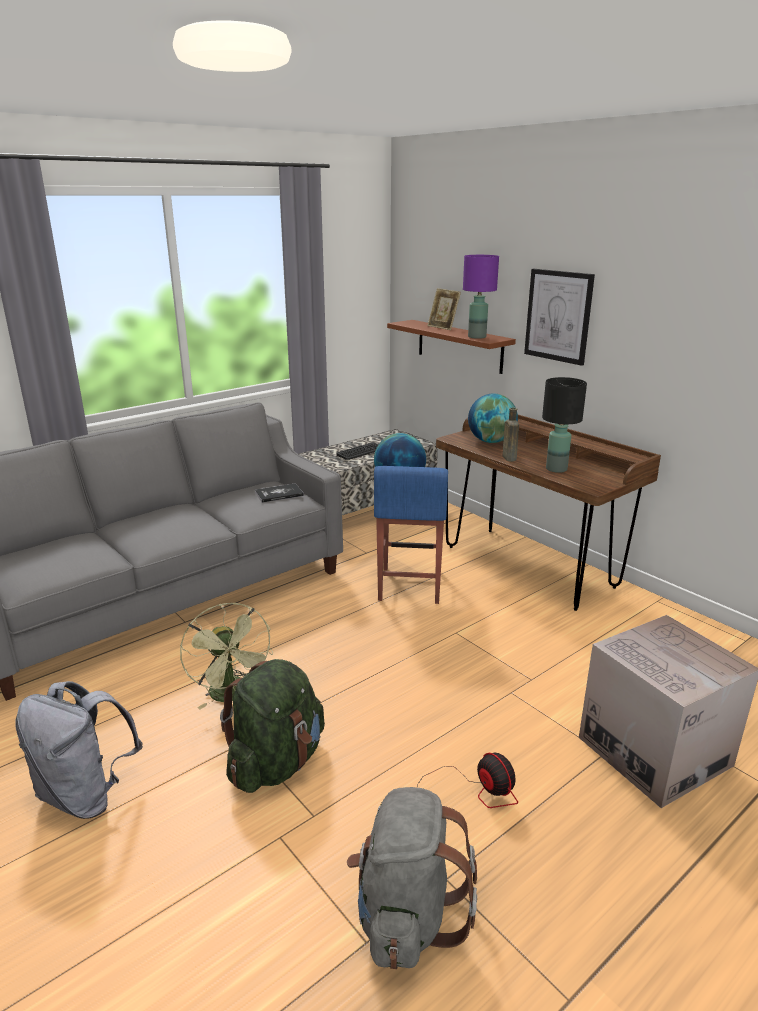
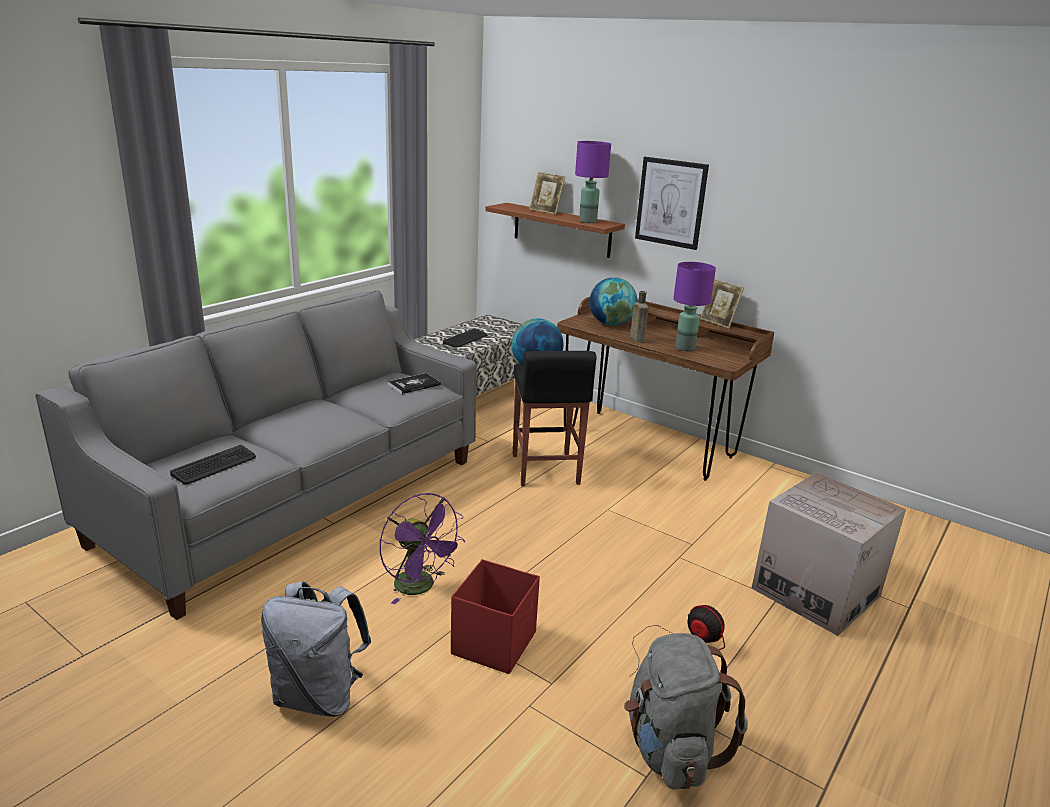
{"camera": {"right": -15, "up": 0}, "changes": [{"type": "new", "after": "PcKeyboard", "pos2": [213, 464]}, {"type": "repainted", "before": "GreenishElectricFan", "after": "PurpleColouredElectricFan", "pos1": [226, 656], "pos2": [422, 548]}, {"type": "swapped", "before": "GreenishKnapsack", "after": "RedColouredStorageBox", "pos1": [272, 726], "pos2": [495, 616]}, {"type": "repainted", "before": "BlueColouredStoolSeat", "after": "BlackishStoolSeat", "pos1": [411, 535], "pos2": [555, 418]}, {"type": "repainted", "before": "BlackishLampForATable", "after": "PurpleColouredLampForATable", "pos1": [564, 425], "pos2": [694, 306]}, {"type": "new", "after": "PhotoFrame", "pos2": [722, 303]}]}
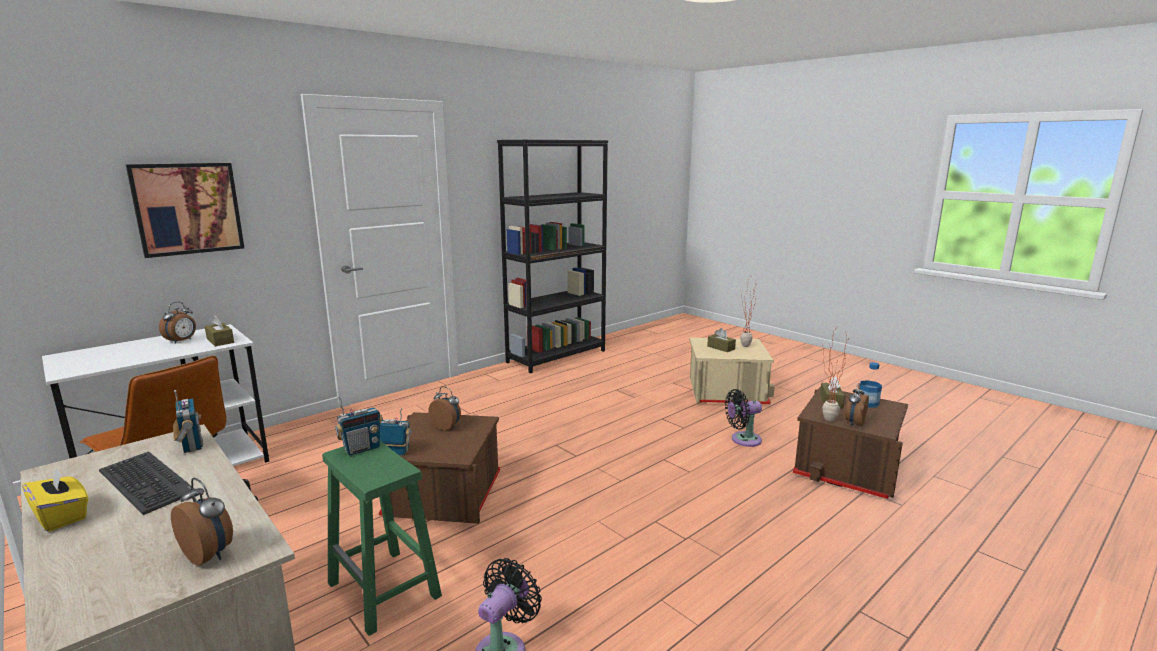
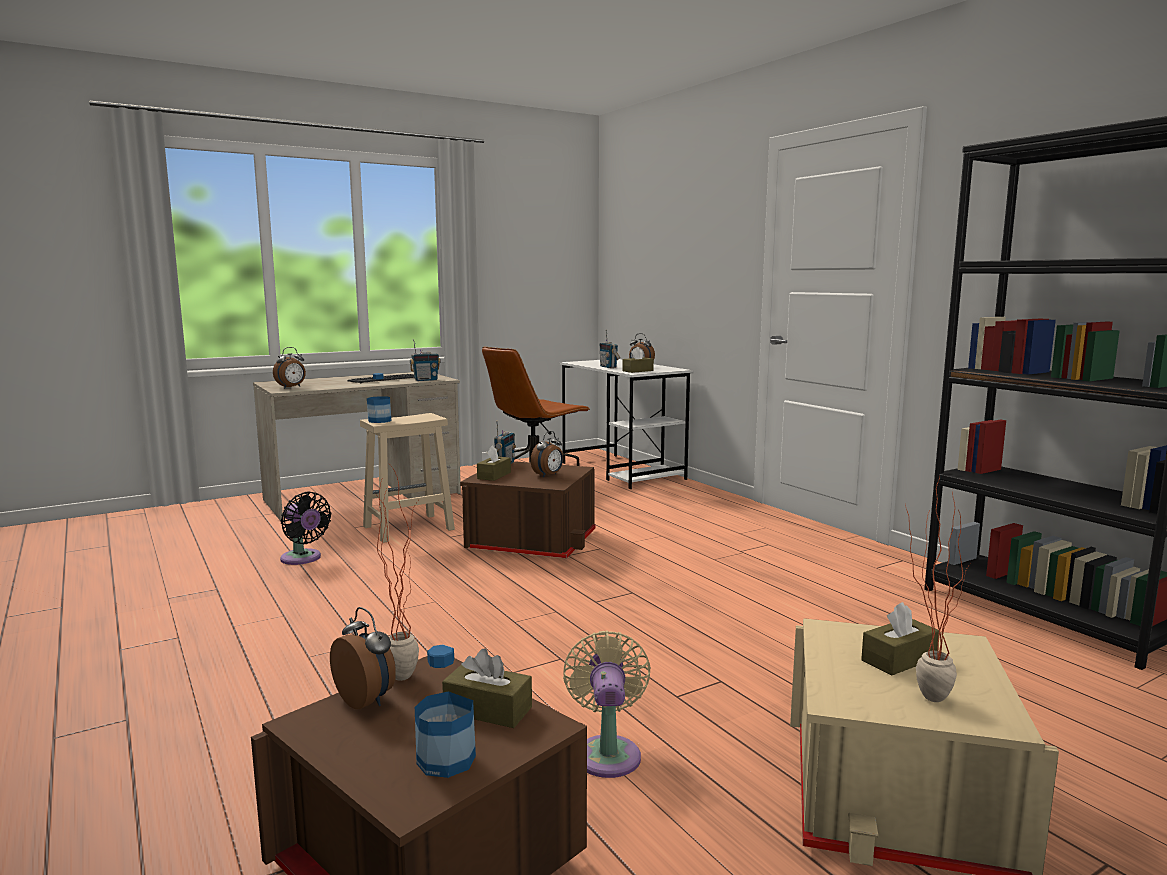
{"camera": {"right": 100, "up": -5}, "changes": [{"type": "repainted", "before": "GreenishStoolSeat", "after": "BeigeStoolSeat", "pos1": [382, 538], "pos2": [407, 478]}, {"type": "new", "after": "DrinkBottle", "pos2": [379, 398]}, {"type": "new", "after": "BrownBoxOfTissues", "pos2": [494, 463]}, {"type": "repainted", "before": "BlackishElectricFan", "after": "BeigeElectricFan", "pos1": [743, 418], "pos2": [607, 704]}, {"type": "shifted", "before": "RadioSet", "pos1": [359, 426], "pos2": [610, 349]}, {"type": "gone", "before": "YellowBoxOfTissues", "pos1": [55, 498]}, {"type": "gone", "before": "WallArt", "pos1": [185, 210]}]}
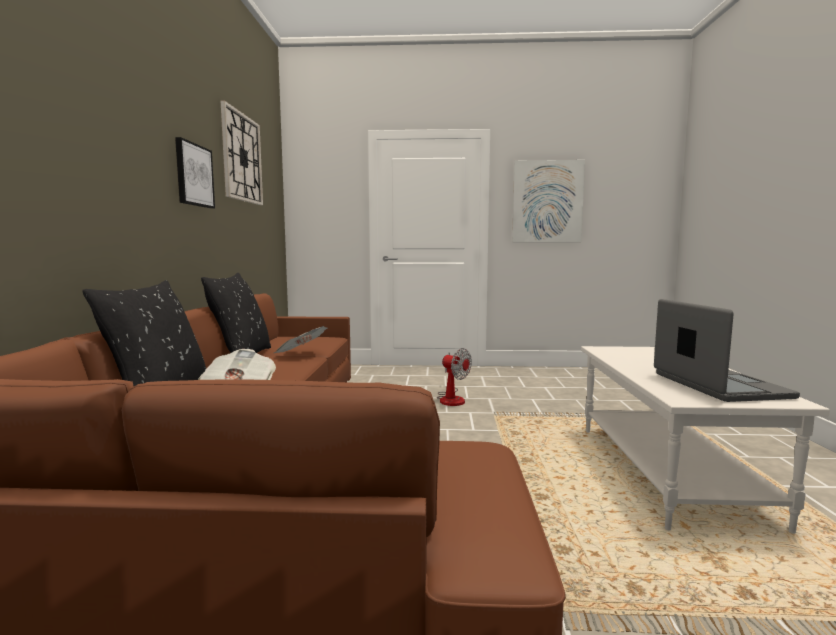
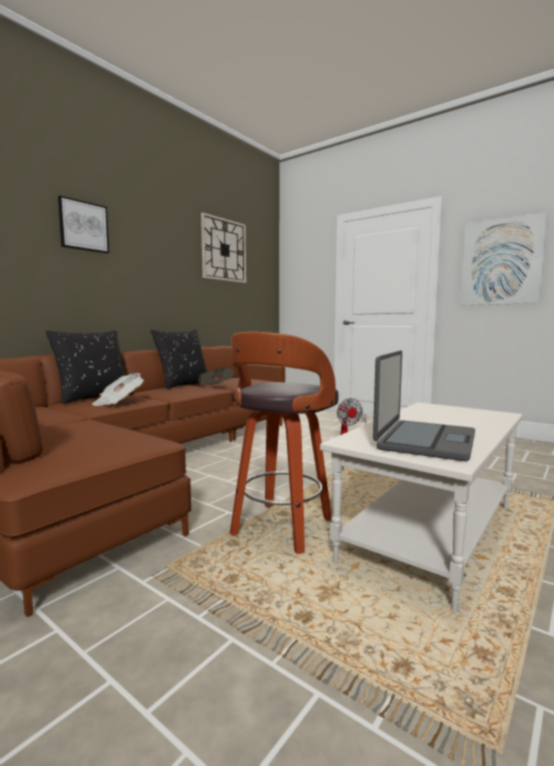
{"camera": {"right": 35, "up": 0}, "changes": [{"type": "shifted", "before": "WallArt", "pos1": [195, 172], "pos2": [83, 224]}, {"type": "new", "after": "StoolSeat", "pos2": [284, 443]}]}
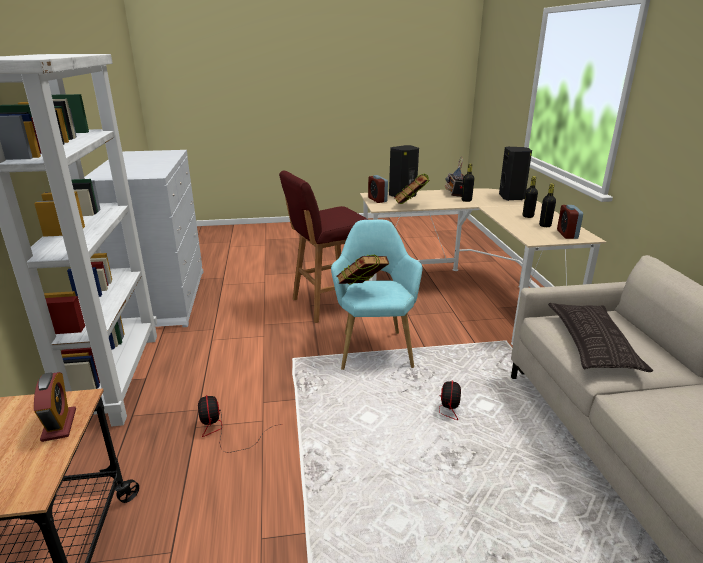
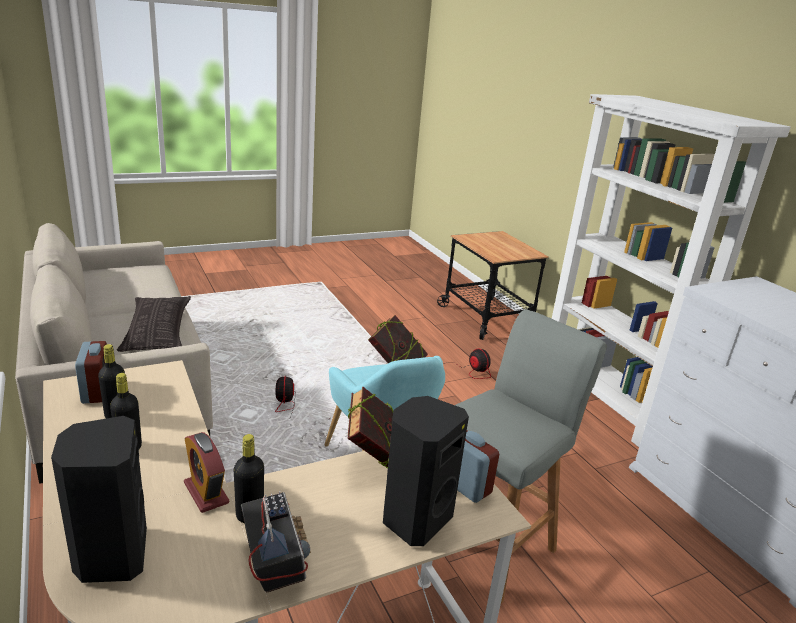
{"camera": {"right": 160, "up": 0}, "changes": [{"type": "shifted", "before": "TableClock", "pos1": [55, 407], "pos2": [206, 472]}, {"type": "repainted", "before": "RedColouredStoolSeat", "after": "GreyStoolSeat", "pos1": [323, 247], "pos2": [531, 457]}]}
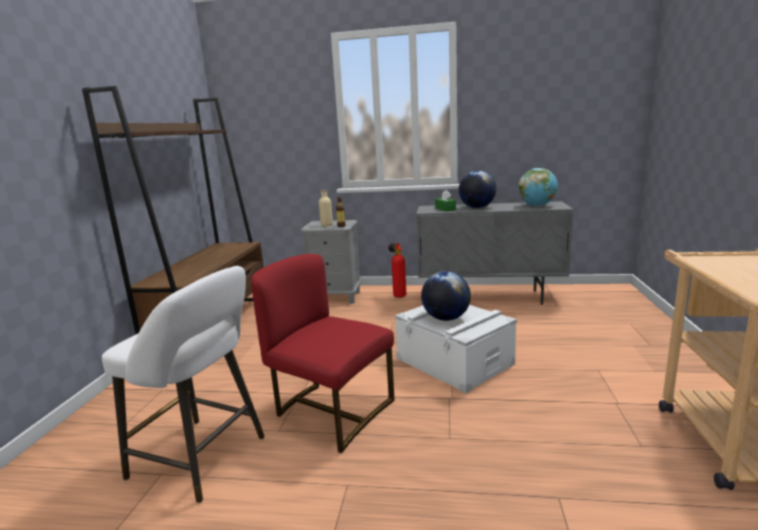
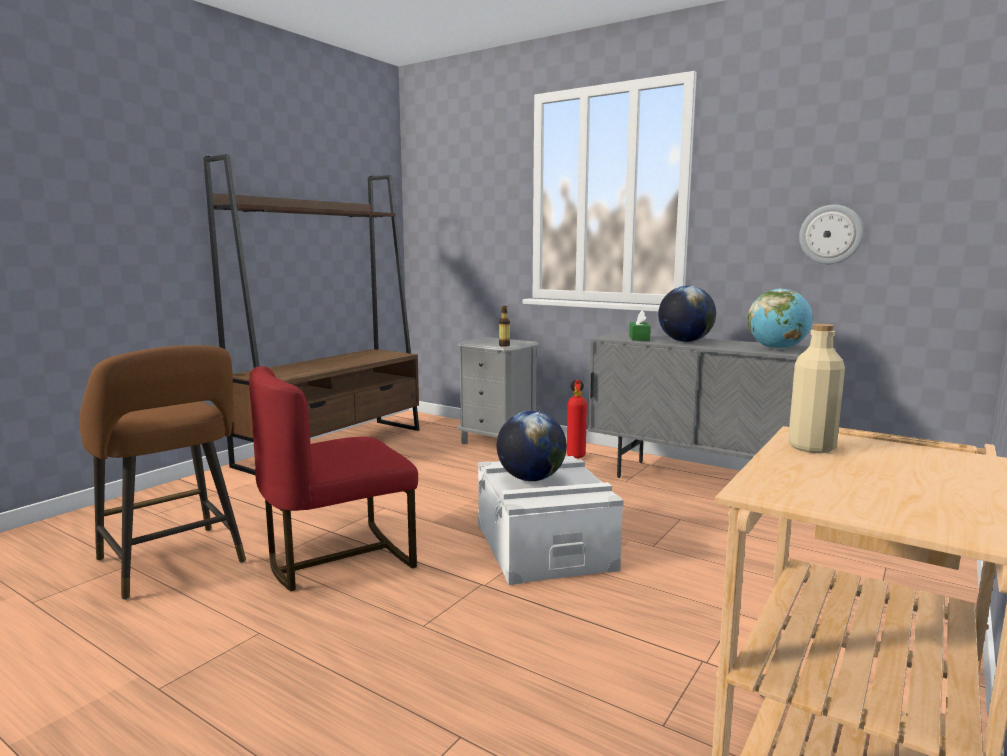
{"camera": {"right": 25, "up": -5}, "changes": [{"type": "repainted", "before": "WhiteStoolSeat", "after": "BrownStoolSeat", "pos1": [183, 384], "pos2": [163, 472]}, {"type": "rotated", "before": "RedColouredUprightChair", "pos1": [322, 353], "pos2": [333, 478], "turn": -90}, {"type": "shifted", "before": "BeigeDrinkBottle", "pos1": [326, 208], "pos2": [816, 388]}, {"type": "new", "after": "ClockOnTheWall", "pos2": [831, 234]}]}
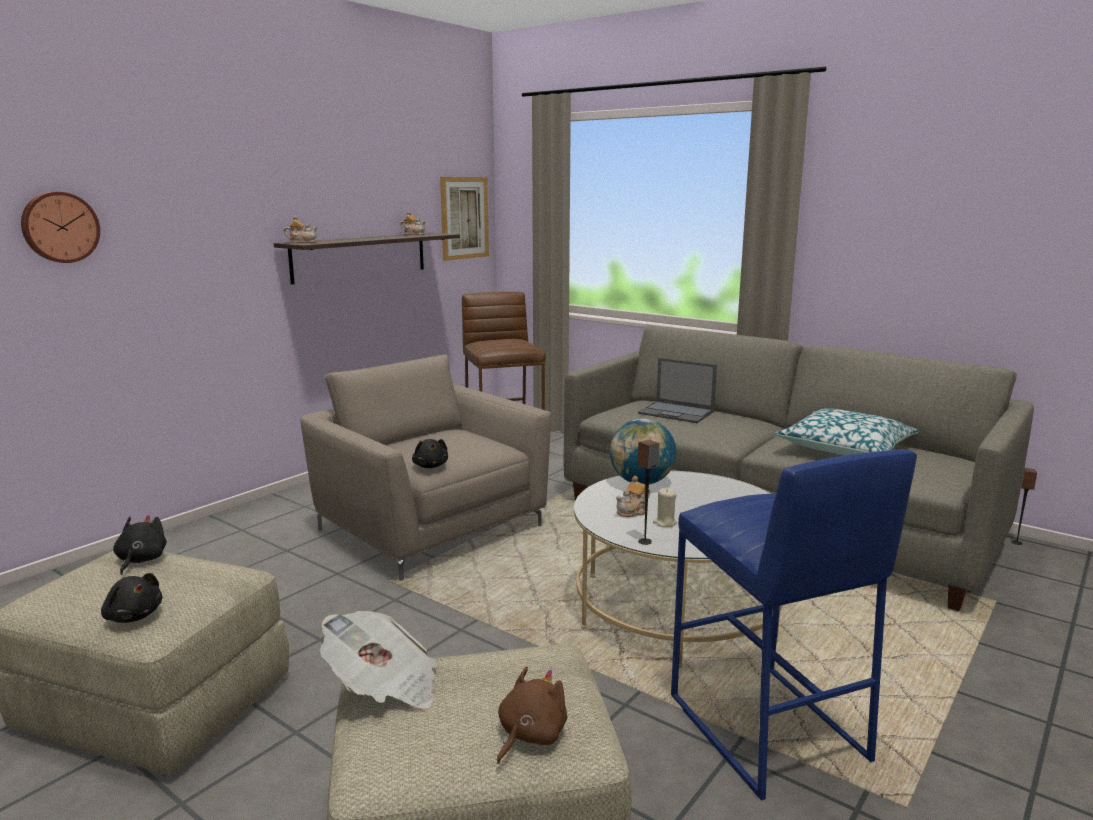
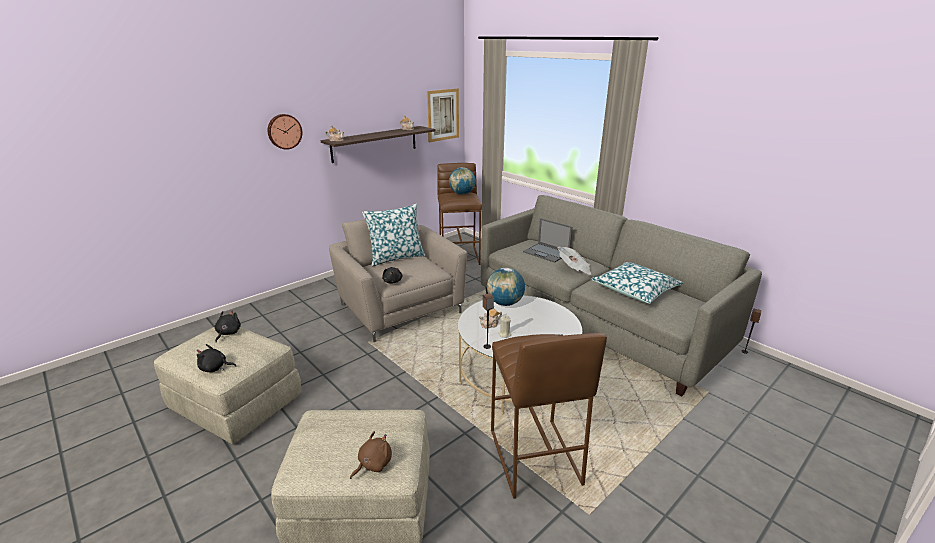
{"camera": {"right": 10, "up": 10}, "changes": [{"type": "rotated", "before": "BlackishCuddlyToy", "pos1": [131, 598], "pos2": [216, 358], "turn": 135}, {"type": "shifted", "before": "ClockOnTheWall", "pos1": [60, 227], "pos2": [285, 132]}, {"type": "new", "after": "ThrowPillow", "pos2": [394, 235]}, {"type": "new", "after": "WorldGlobe", "pos2": [462, 181]}, {"type": "repainted", "before": "BlueColouredStoolSeat", "after": "BrownStoolSeat", "pos1": [794, 625], "pos2": [549, 416]}, {"type": "shifted", "before": "PrintedPaper", "pos1": [378, 660], "pos2": [574, 261]}]}
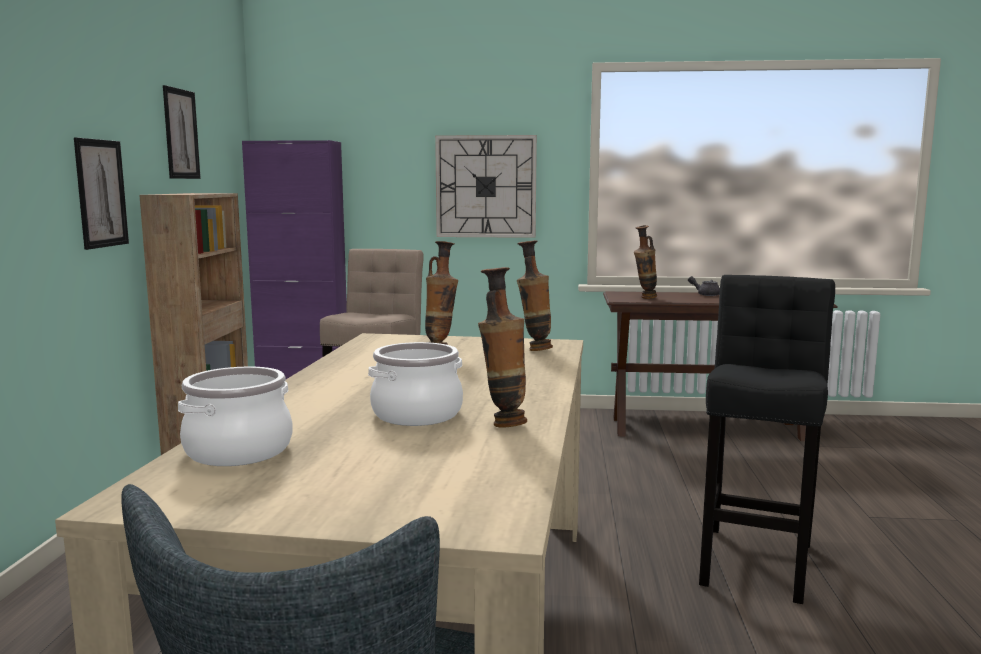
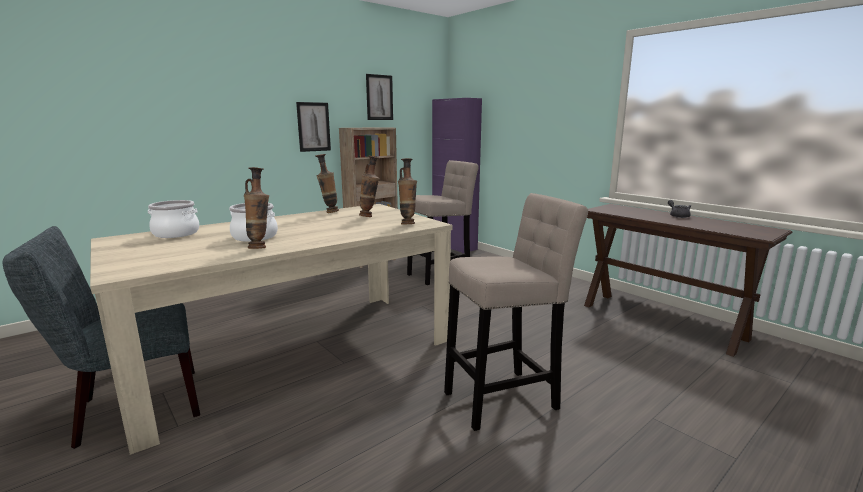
{"camera": {"right": 45, "up": 5}, "changes": [{"type": "shifted", "before": "FlowerVase", "pos1": [645, 262], "pos2": [327, 183]}, {"type": "repainted", "before": "BlackishStoolSeat", "after": "BeigeStoolSeat", "pos1": [767, 439], "pos2": [516, 312]}, {"type": "gone", "before": "ClockOnTheWall", "pos1": [486, 186]}]}
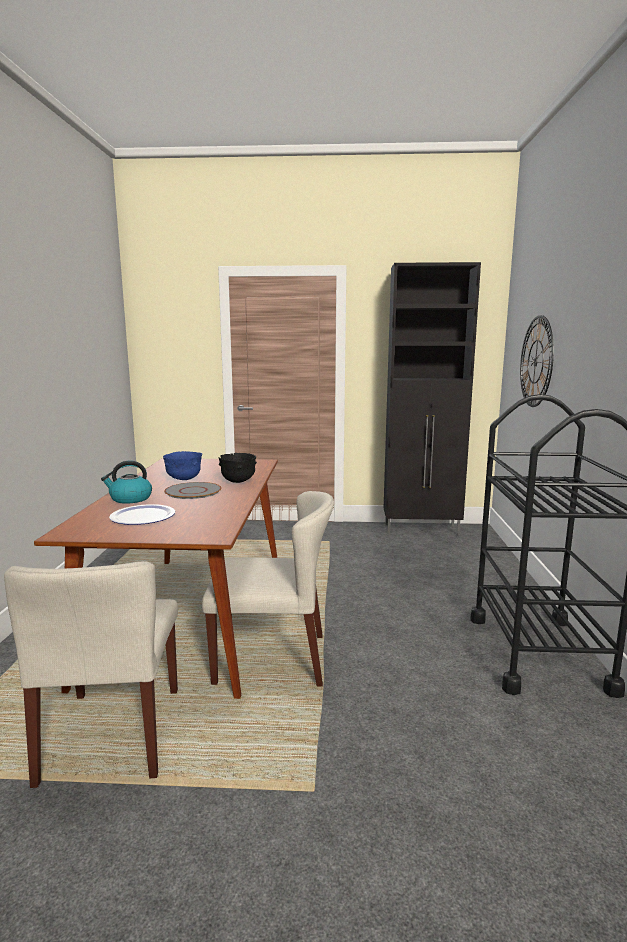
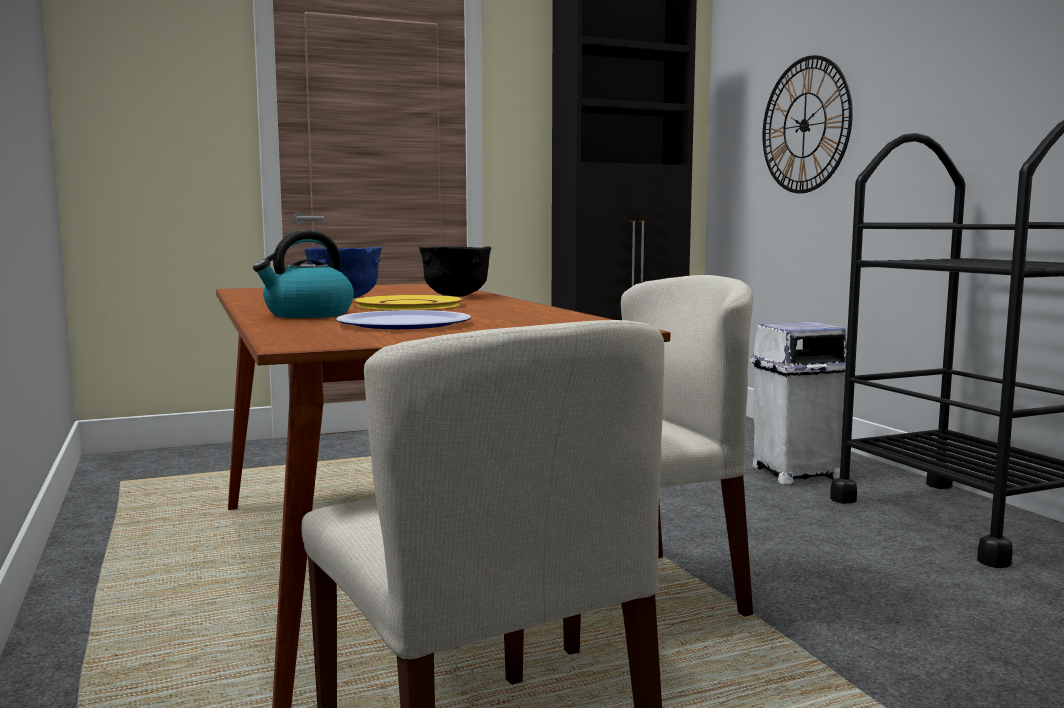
{"camera": {"right": -25, "up": -5}, "changes": [{"type": "repainted", "before": "GreyDinnerPlate", "after": "YellowDinnerPlate", "pos1": [193, 490], "pos2": [408, 302]}, {"type": "new", "after": "WhiteTrashCan", "pos2": [798, 403]}]}
